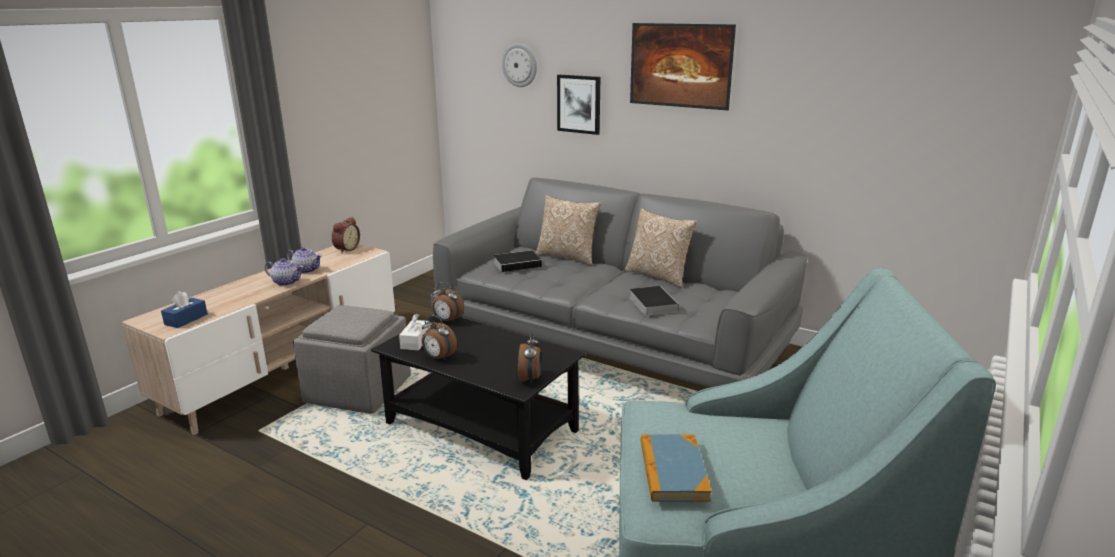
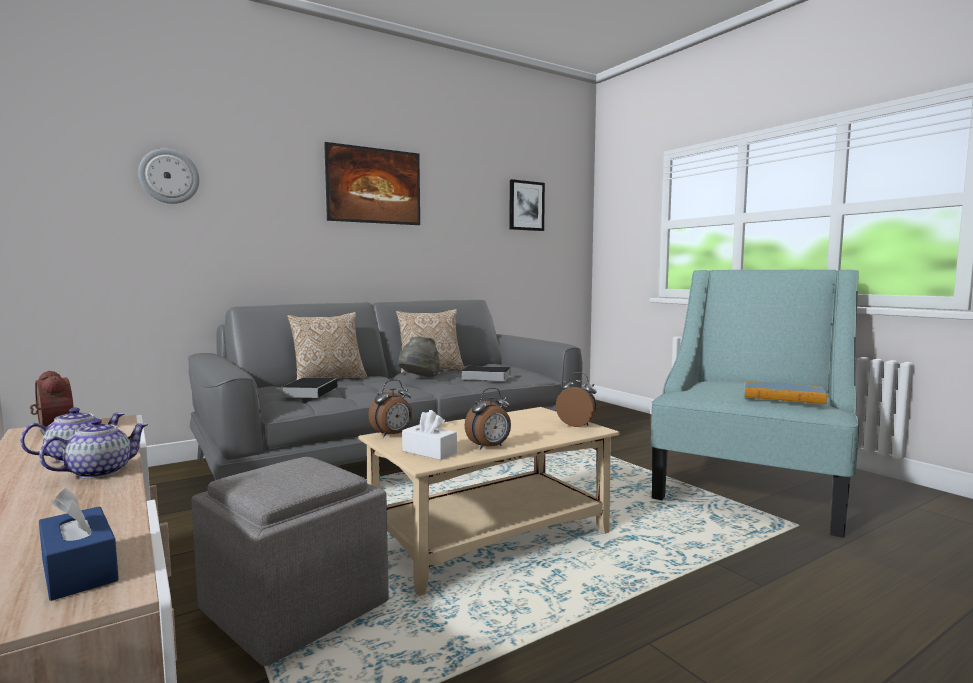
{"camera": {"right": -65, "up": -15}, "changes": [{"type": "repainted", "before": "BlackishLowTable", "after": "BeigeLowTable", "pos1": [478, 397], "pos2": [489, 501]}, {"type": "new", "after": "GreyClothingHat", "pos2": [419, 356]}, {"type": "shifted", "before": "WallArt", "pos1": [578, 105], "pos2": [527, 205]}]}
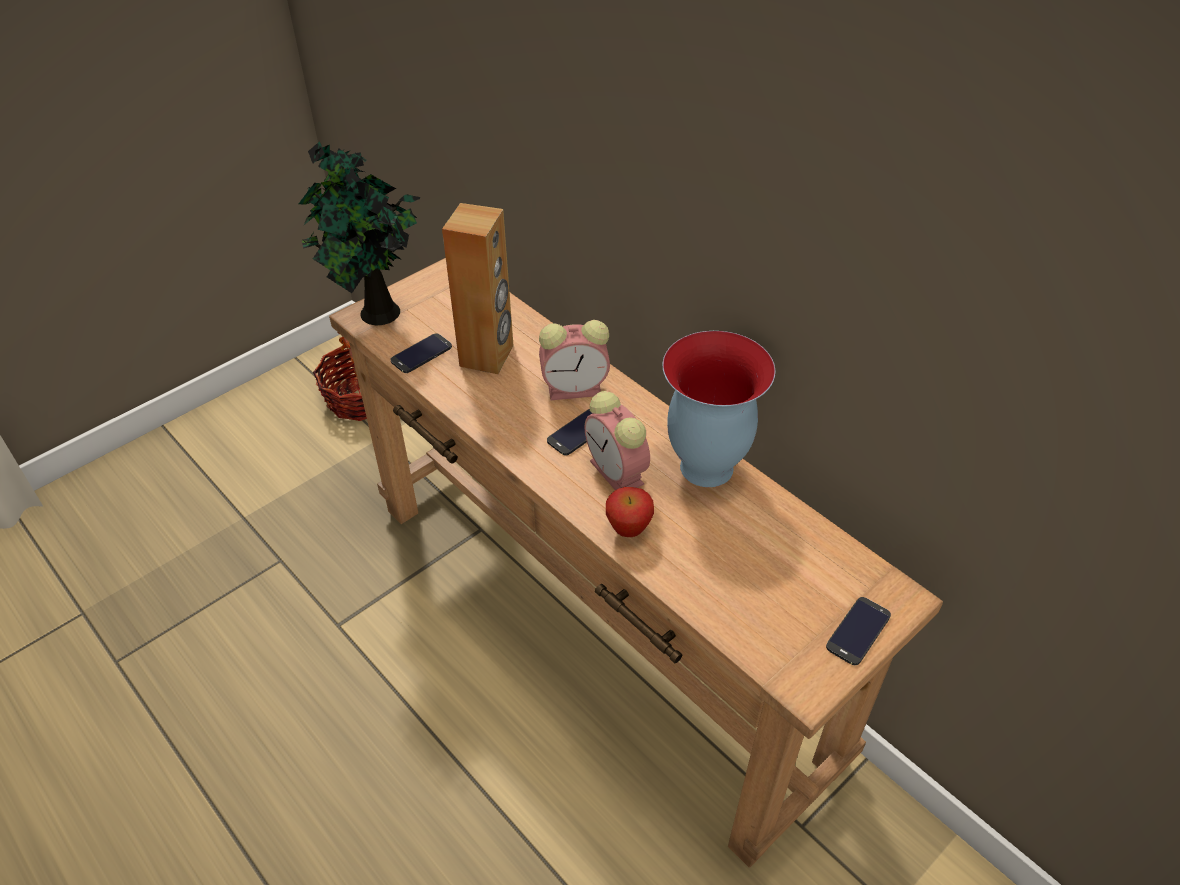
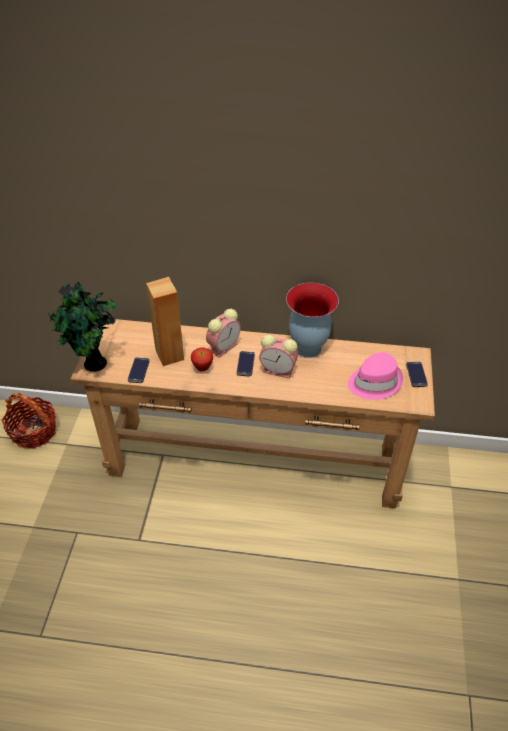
{"camera": {"right": -40, "up": 0}, "changes": [{"type": "shifted", "before": "Apple", "pos1": [630, 512], "pos2": [202, 359]}, {"type": "new", "after": "PinkClothingHat", "pos2": [375, 376]}]}
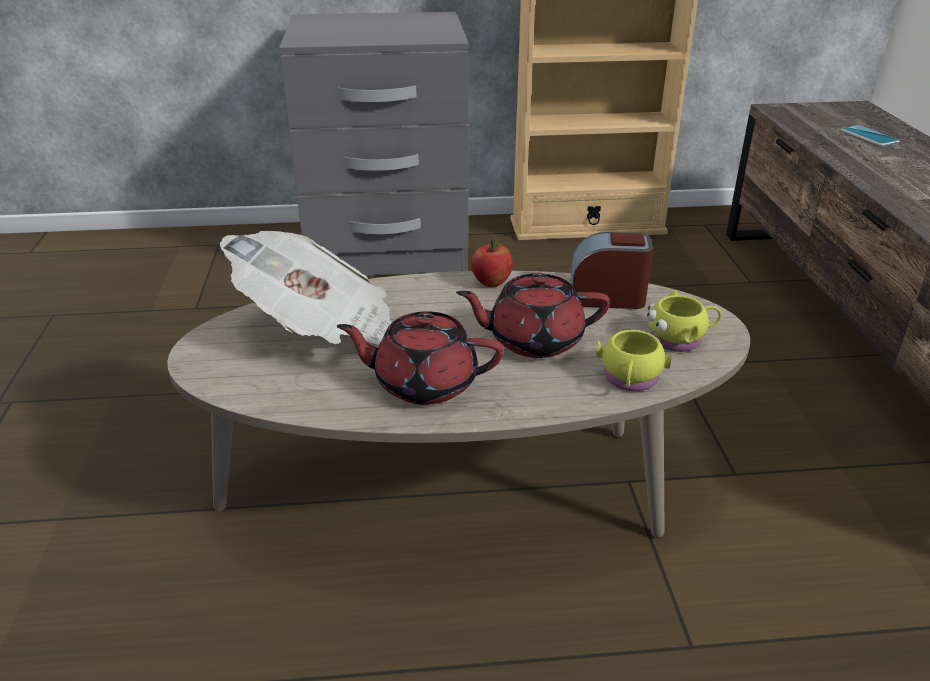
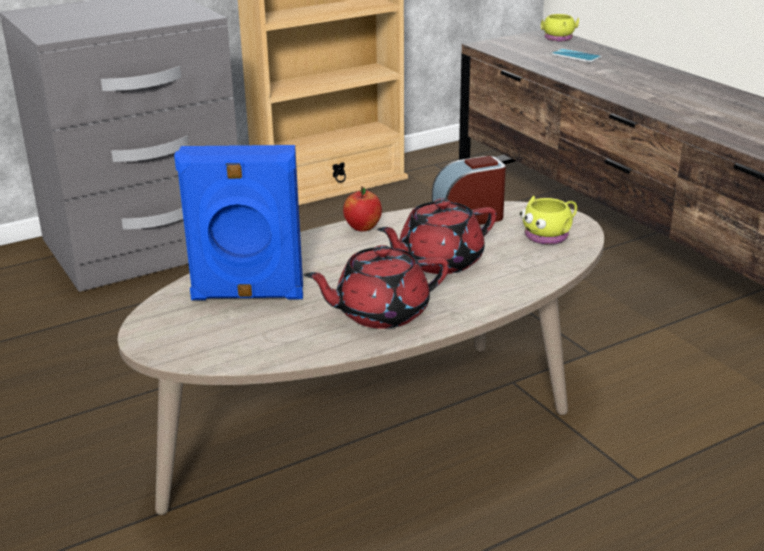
{"camera": {"right": -25, "up": -5}, "changes": [{"type": "swapped", "before": "PrintedPaper", "after": "BlueColouredLoudspeaker", "pos1": [306, 288], "pos2": [238, 222]}, {"type": "shifted", "before": "YellowTeaMug", "pos1": [634, 360], "pos2": [560, 27]}]}
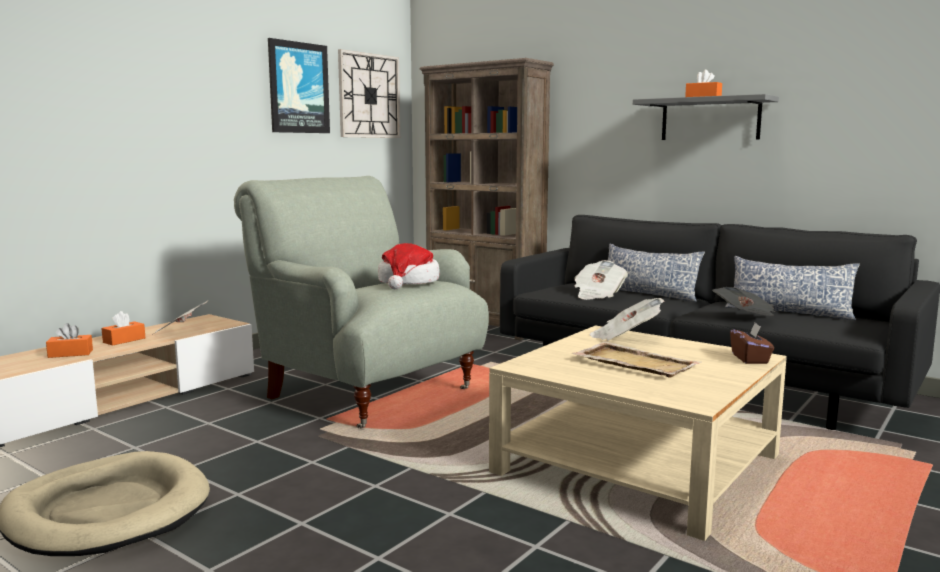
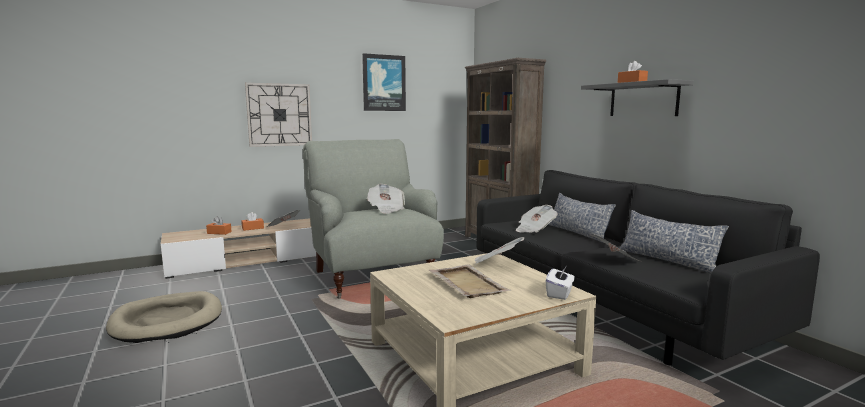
{"camera": {"right": 25, "up": 0}, "changes": [{"type": "shifted", "before": "ClockOnTheWall", "pos1": [369, 93], "pos2": [278, 115]}, {"type": "swapped", "before": "ClothingHat", "after": "PrintedPaper", "pos1": [409, 266], "pos2": [386, 199]}, {"type": "repainted", "before": "BrownBoxOfTissues", "after": "WhiteBoxOfTissues", "pos1": [752, 343], "pos2": [560, 283]}]}
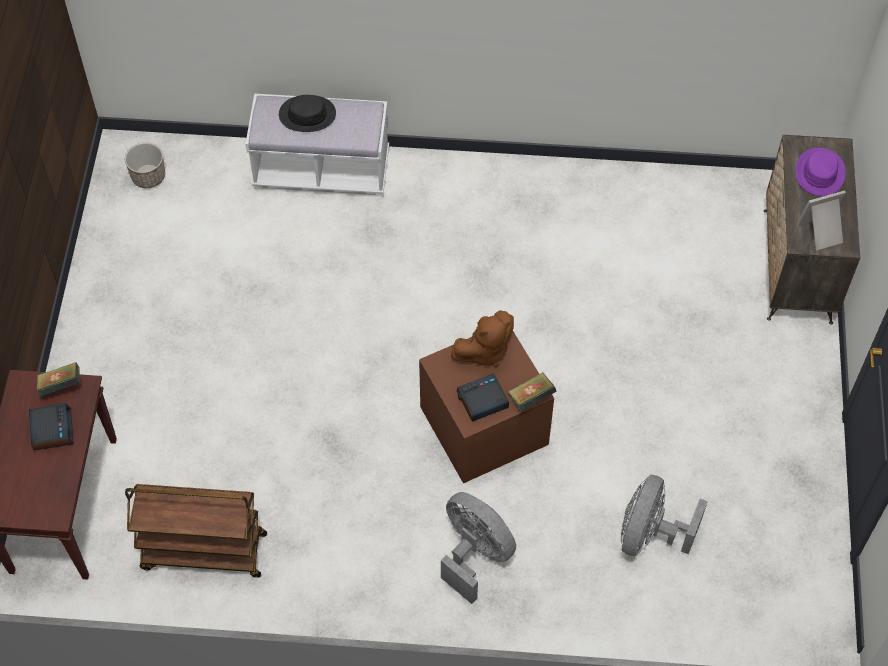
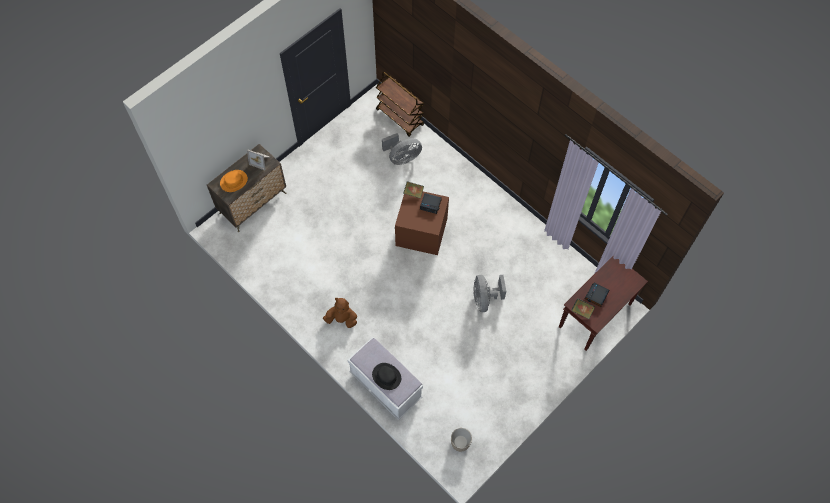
{"camera": {"right": -140, "up": 5}, "changes": [{"type": "repainted", "before": "PurpleColouredClothingHat", "after": "OrangeyClothingHat", "pos1": [821, 172], "pos2": [234, 181]}, {"type": "shifted", "before": "BrownCuddlyToy", "pos1": [482, 338], "pos2": [340, 313]}, {"type": "shifted", "before": "BrownWheeledCart", "pos1": [196, 531], "pos2": [400, 104]}, {"type": "shifted", "before": "GreyElectricFan", "pos1": [478, 548], "pos2": [490, 293]}]}
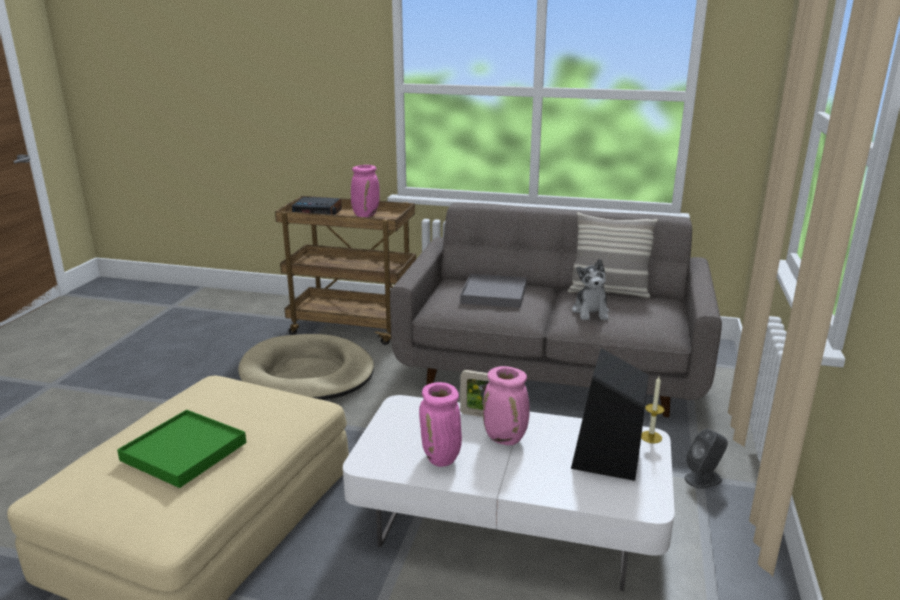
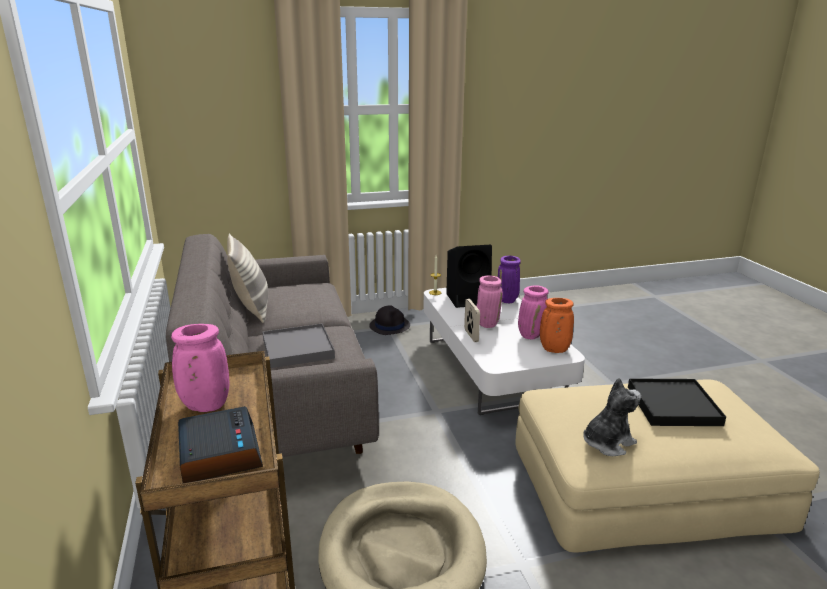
{"camera": {"right": -120, "up": 0}, "changes": [{"type": "swapped", "before": "GreyLoudspeaker", "after": "BlackishClothingHat", "pos1": [706, 459], "pos2": [389, 320]}, {"type": "new", "after": "PurpleColouredFlowerVase", "pos2": [509, 279]}, {"type": "new", "after": "OrangeyFlowerVase", "pos2": [557, 325]}, {"type": "shifted", "before": "CuddlyToy", "pos1": [590, 289], "pos2": [612, 417]}, {"type": "repainted", "before": "GreenishServingTray", "after": "BlackishServingTray", "pos1": [182, 449], "pos2": [677, 402]}]}
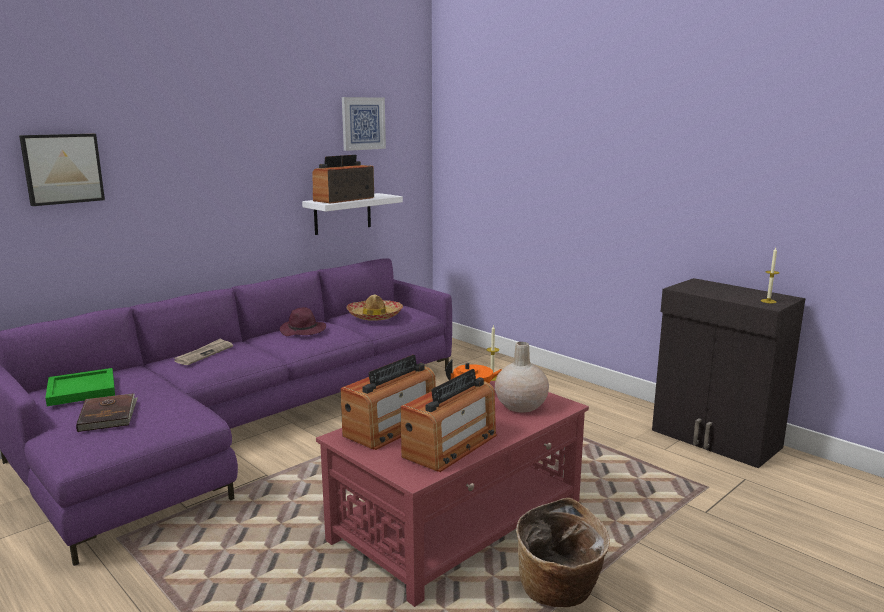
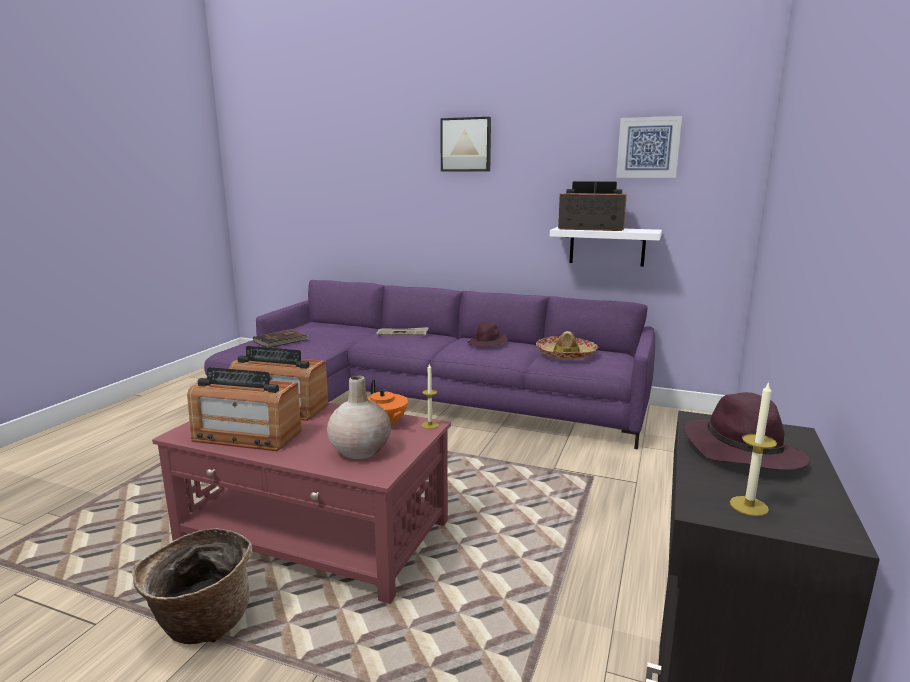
{"camera": {"right": 65, "up": 0}, "changes": [{"type": "shifted", "before": "WallArt", "pos1": [62, 170], "pos2": [465, 144]}, {"type": "new", "after": "PurpleColouredClothingHat", "pos2": [746, 431]}, {"type": "gone", "before": "GreenishServingTray", "pos1": [80, 387]}]}
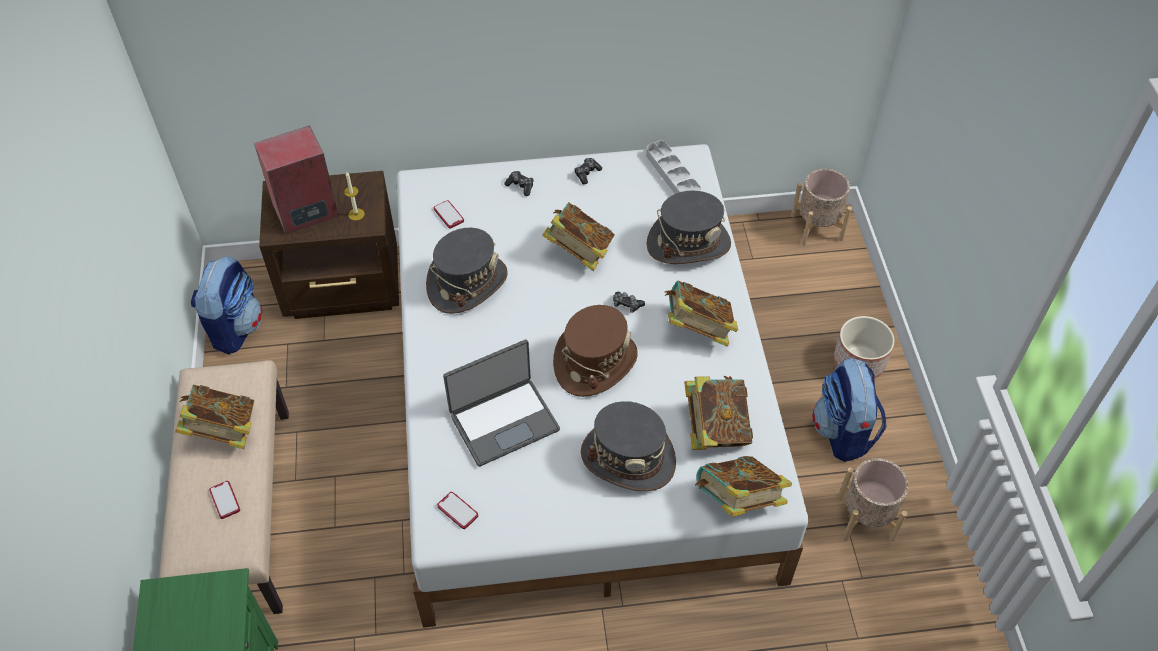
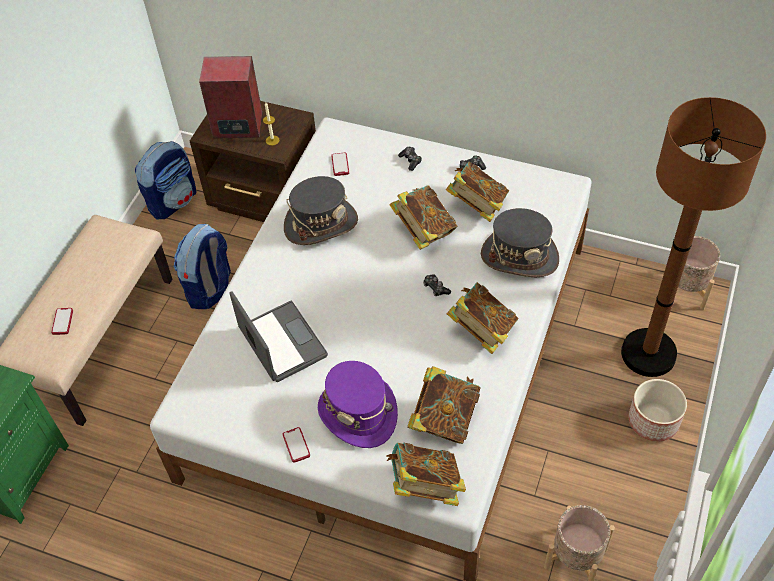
{"camera": {"right": 30, "up": 0}, "changes": [{"type": "shifted", "before": "Knapsack", "pos1": [850, 410], "pos2": [202, 266]}, {"type": "rotated", "before": "PortableComputer", "pos1": [501, 403], "pos2": [278, 336], "turn": -120}, {"type": "shifted", "before": "Phone", "pos1": [457, 510], "pos2": [296, 445]}, {"type": "repainted", "before": "GreyClothingHat", "after": "PurpleColouredClothingHat", "pos1": [628, 446], "pos2": [358, 404]}, {"type": "shifted", "before": "Volume", "pos1": [214, 417], "pos2": [477, 192]}, {"type": "new", "after": "BrownStandingLamp", "pos2": [693, 237]}, {"type": "gone", "before": "BrownClothingHat", "pos1": [595, 351]}, {"type": "gone", "before": "GreyServingTray", "pos1": [673, 167]}]}
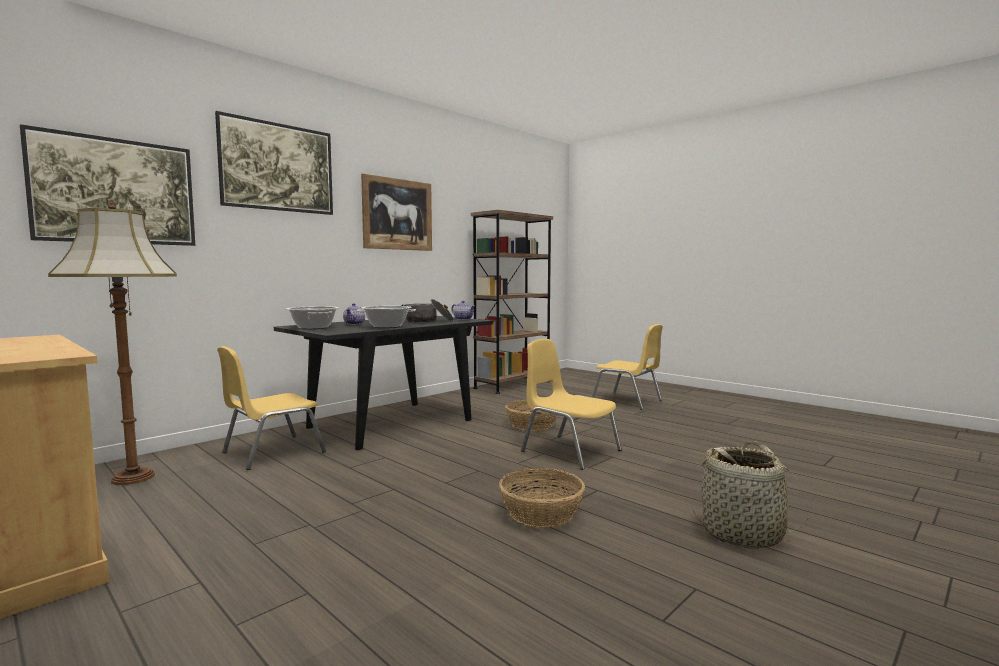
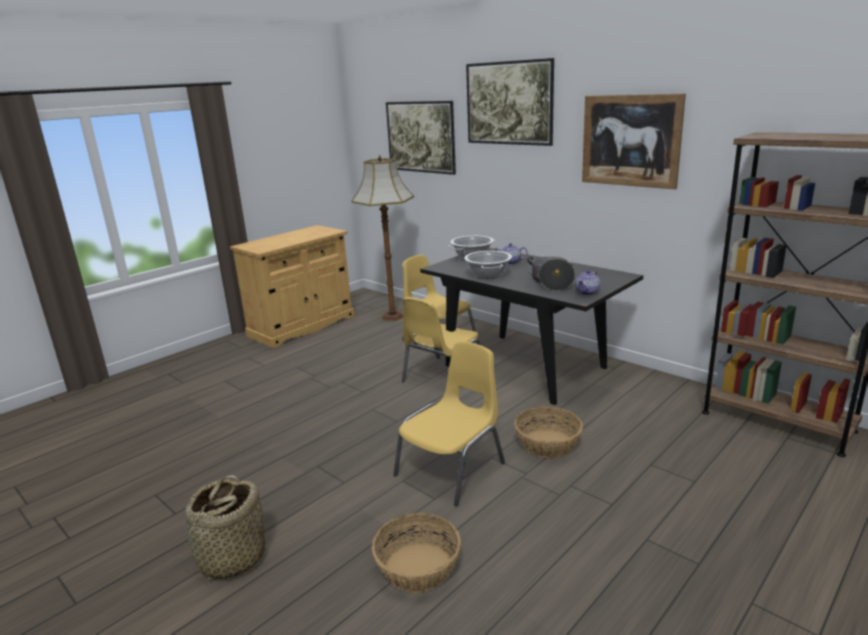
{"camera": {"right": 90, "up": 15}, "changes": [{"type": "shifted", "before": "StorageBasket", "pos1": [542, 498], "pos2": [416, 553]}, {"type": "shifted", "before": "YellowUprightChair", "pos1": [627, 367], "pos2": [441, 339]}]}
